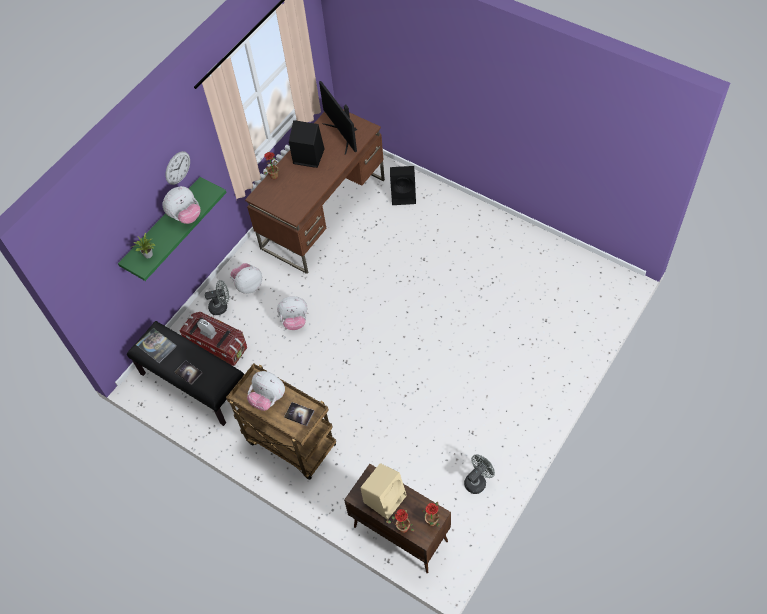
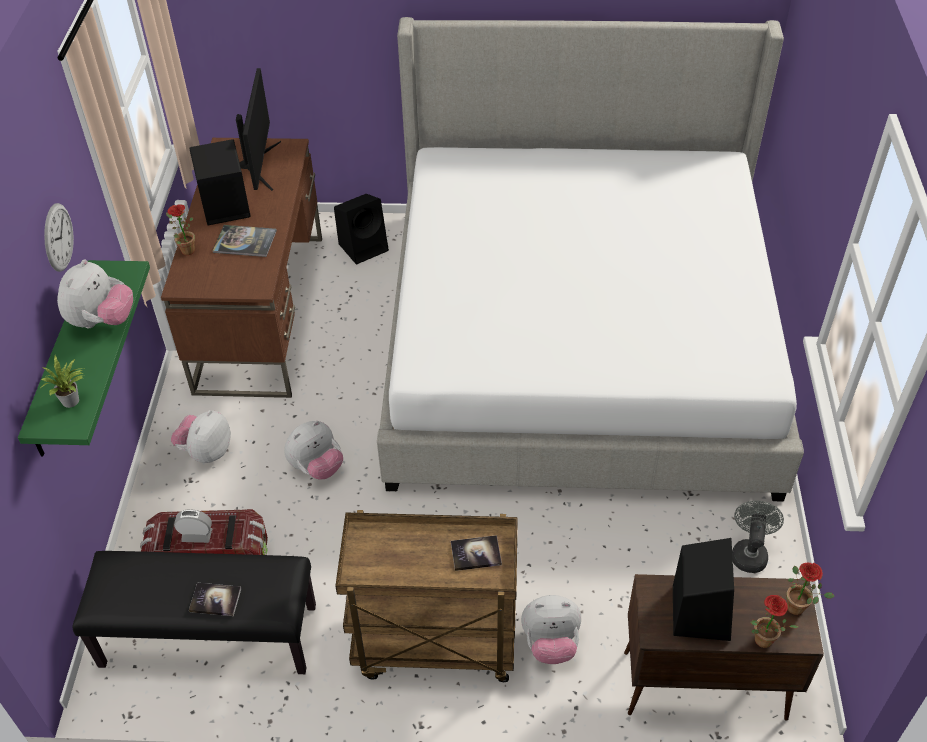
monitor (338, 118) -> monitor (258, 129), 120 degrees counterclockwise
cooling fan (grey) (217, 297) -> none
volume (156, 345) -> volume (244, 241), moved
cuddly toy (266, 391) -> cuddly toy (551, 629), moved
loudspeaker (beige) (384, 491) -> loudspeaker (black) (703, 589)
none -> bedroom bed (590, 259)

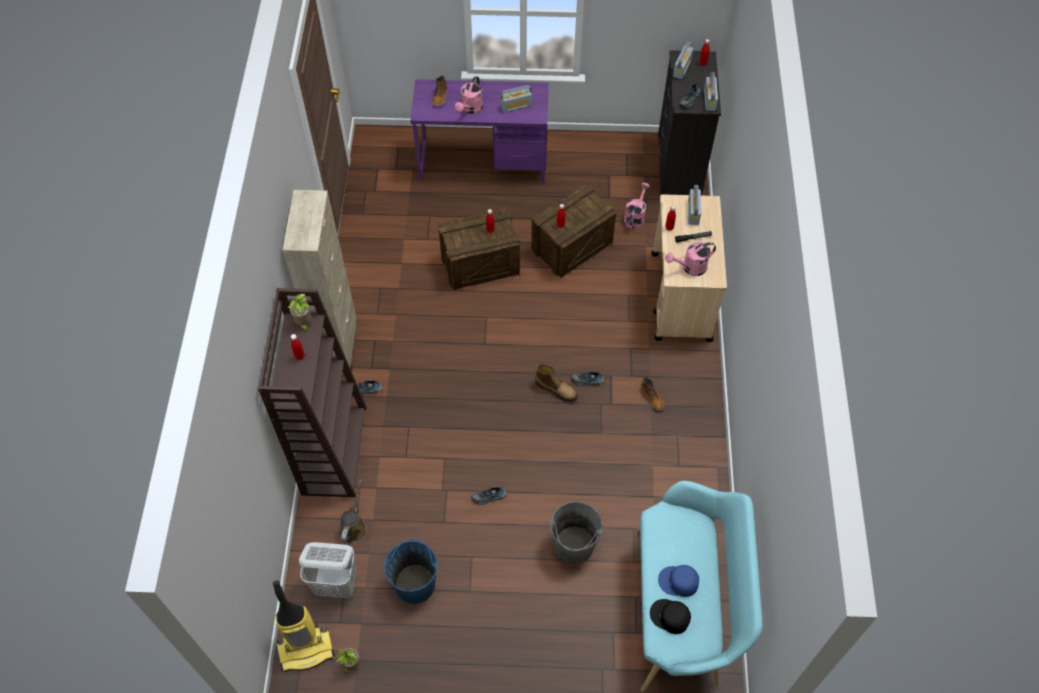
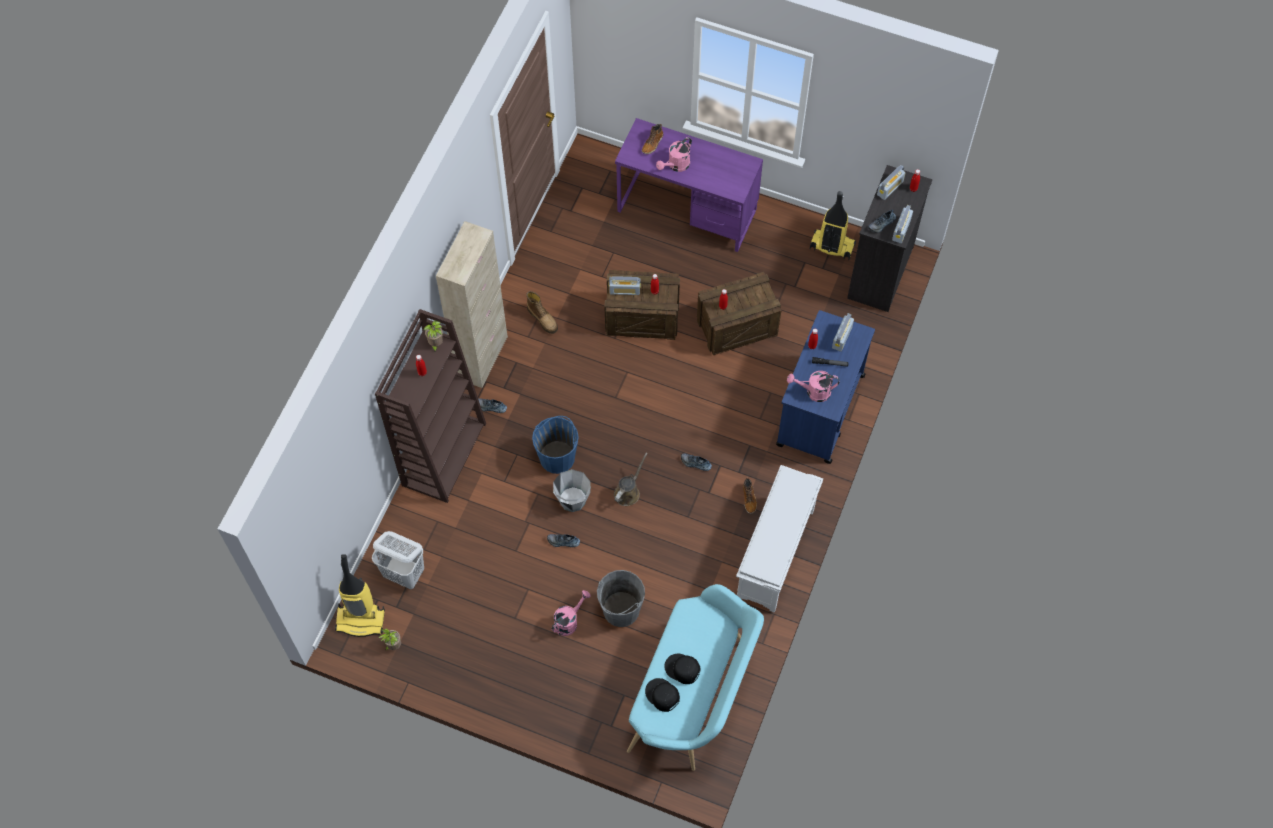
radio receiver (516, 98) -> radio receiver (625, 285), moved
sprinkling can (pink-coloured) (637, 206) -> sprinkling can (pink-coloured) (571, 613), moved
trolley (beige) (689, 268) -> trolley (bluish) (825, 387)
tall boot (556, 383) -> tall boot (542, 312), moved
sprinkling can (brownish) (353, 511) -> sprinkling can (brownish) (631, 479), moved
water bucket (bluish) (411, 571) -> water bucket (bluish) (555, 445), moved
peaked cap (bluish) (678, 581) -> peaked cap (black) (682, 669)
none -> vacuum (833, 225)
none -> shoe shelf (white) (779, 539)
none -> water bucket (grey) (572, 490)

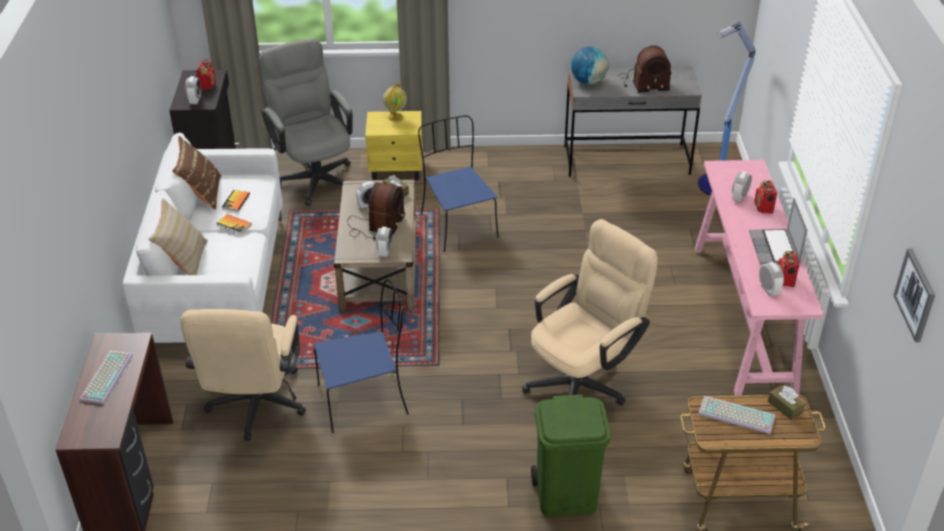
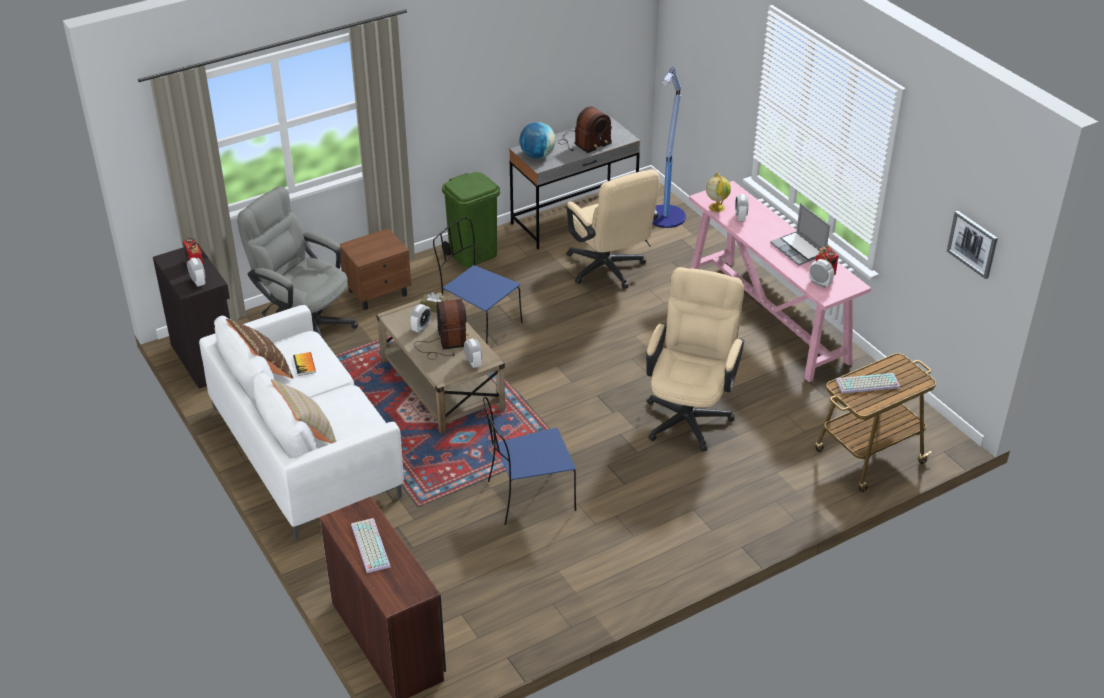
world globe (395, 102) -> world globe (718, 192), moved
nightstand (yellowish) (394, 145) -> nightstand (brownish) (375, 269)
radio receiver (766, 197) -> none
volume (234, 224) -> none
upright chair (bluish) (361, 356) -> upright chair (bluish) (529, 460), 150 degrees counterclockwise
office chair (beige) (243, 375) -> office chair (beige) (613, 229), moved
tissue box (brownish) (786, 402) -> none
waste bin (greenish) (571, 455) -> waste bin (greenish) (471, 219), moved

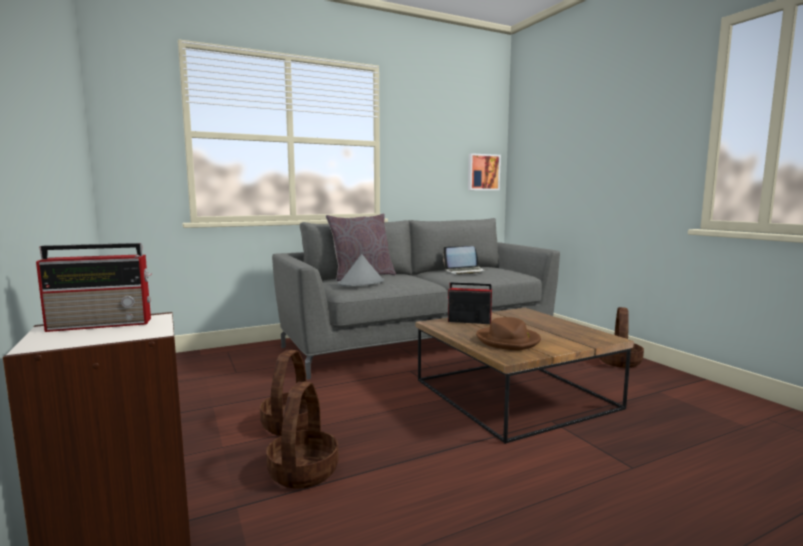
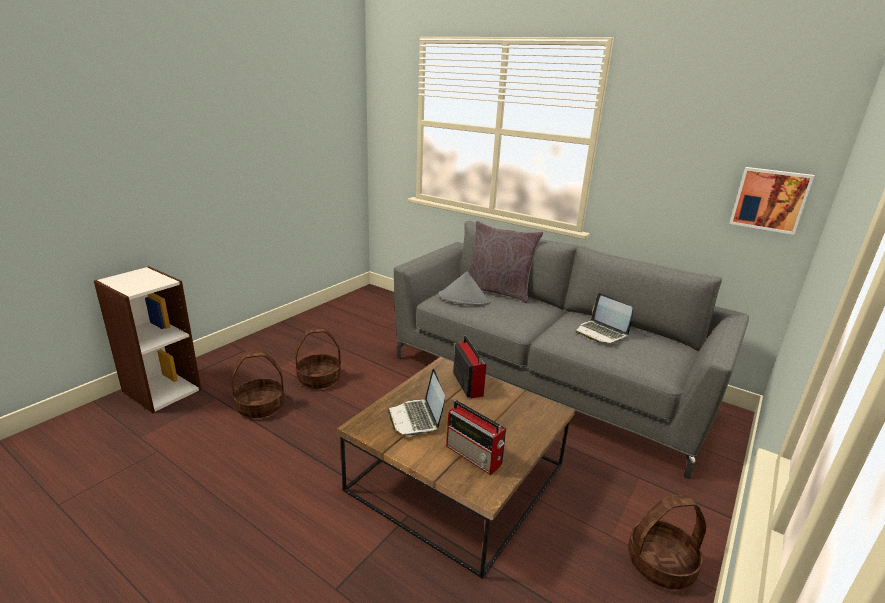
radio receiver (94, 287) -> radio receiver (476, 437), moved
clothing hat (brownish) (508, 334) -> portable computer (416, 403)

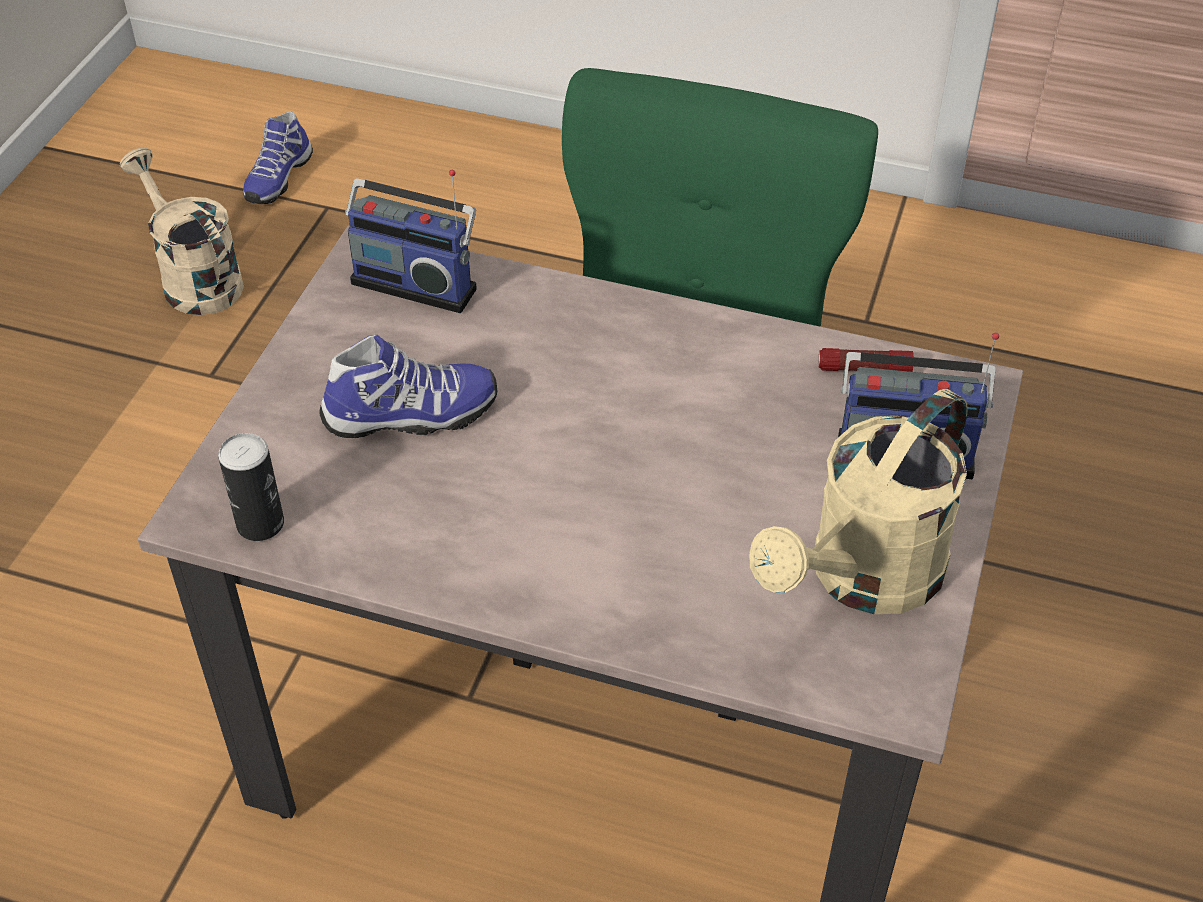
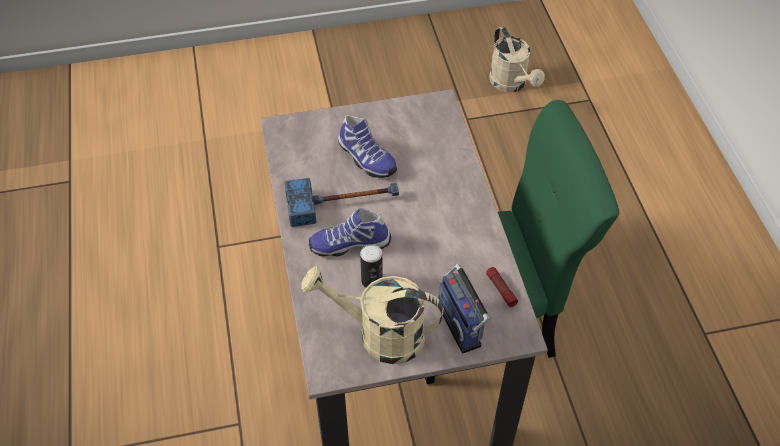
low shoe (278, 158) -> low shoe (350, 232), moved
sprinkling can (beige) (182, 231) -> sprinkling can (beige) (517, 59), 135 degrees clockwise
radio receiver (411, 241) -> none
metal can (251, 487) -> metal can (371, 266), moved
none -> tool hammer (341, 202)

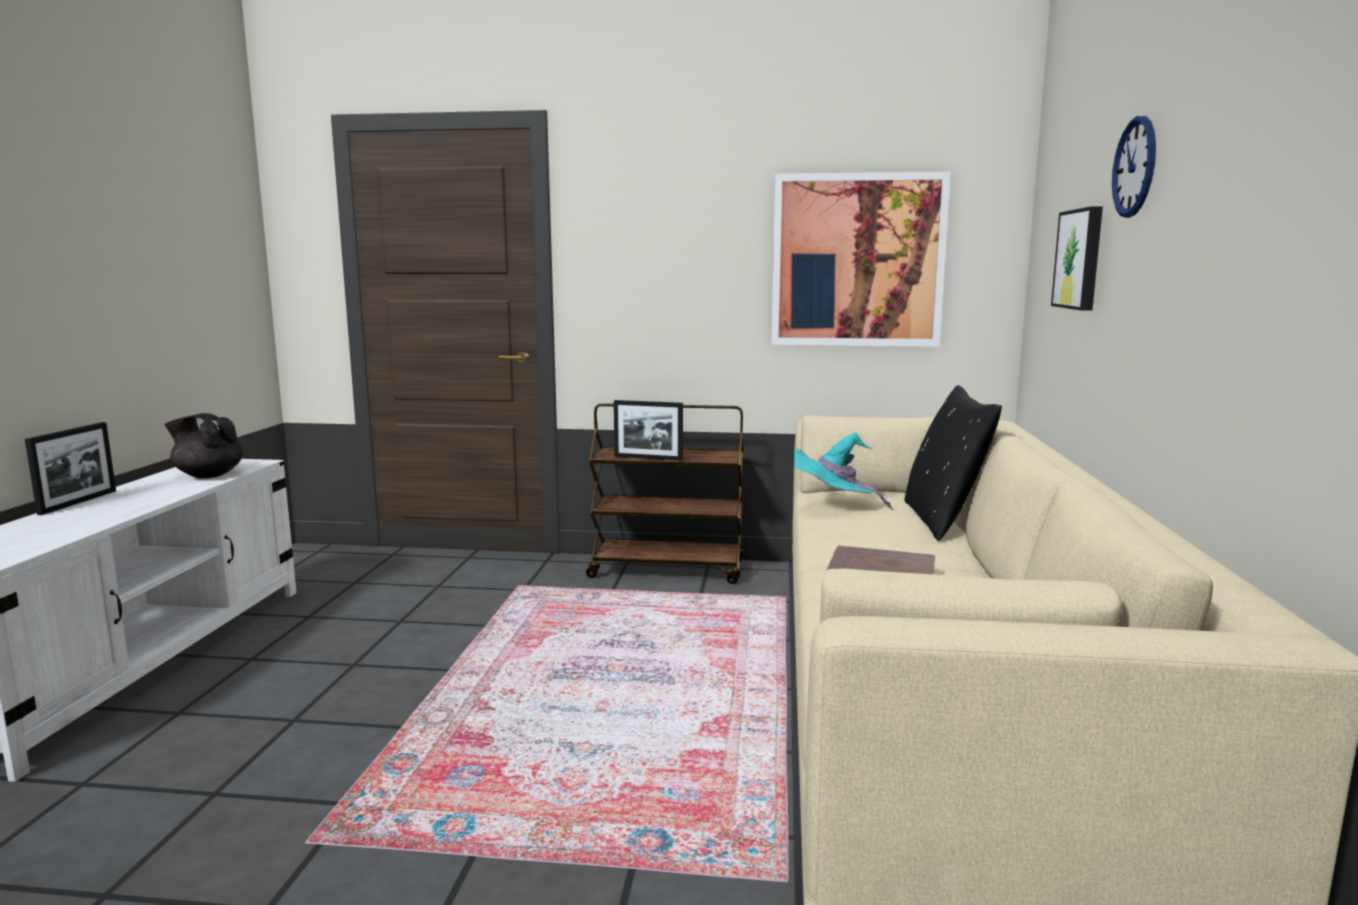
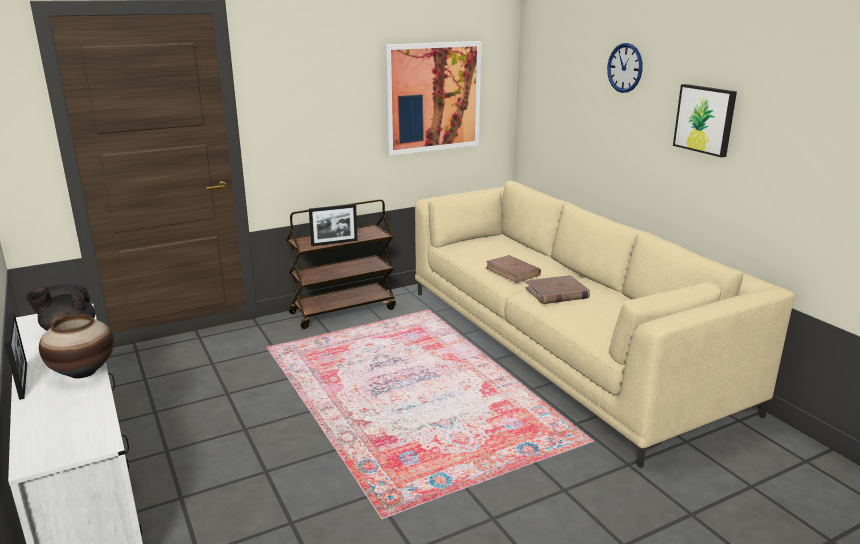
wall picture (1077, 258) -> wall picture (705, 121), moved
pillow (black) (953, 463) -> none
clothing hat (blue-green) (843, 471) -> none
none -> volume (brownish) (513, 269)
none -> decorative vase (76, 346)

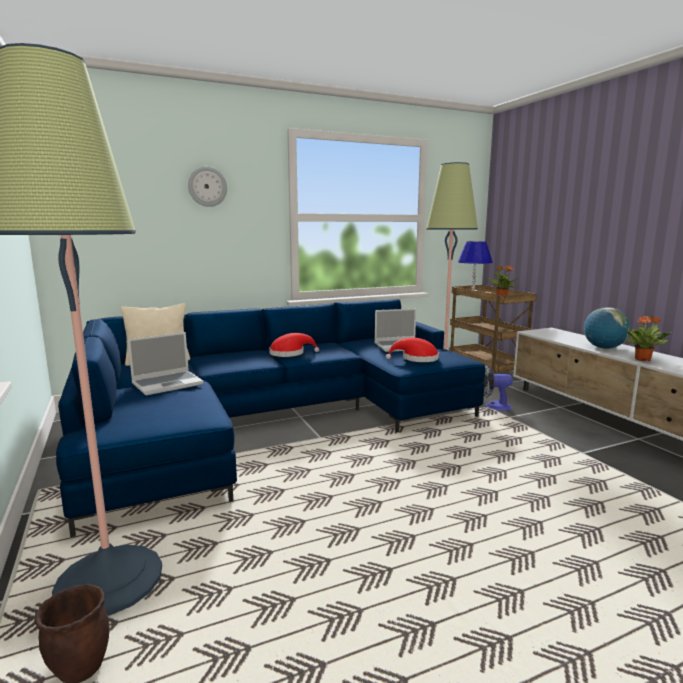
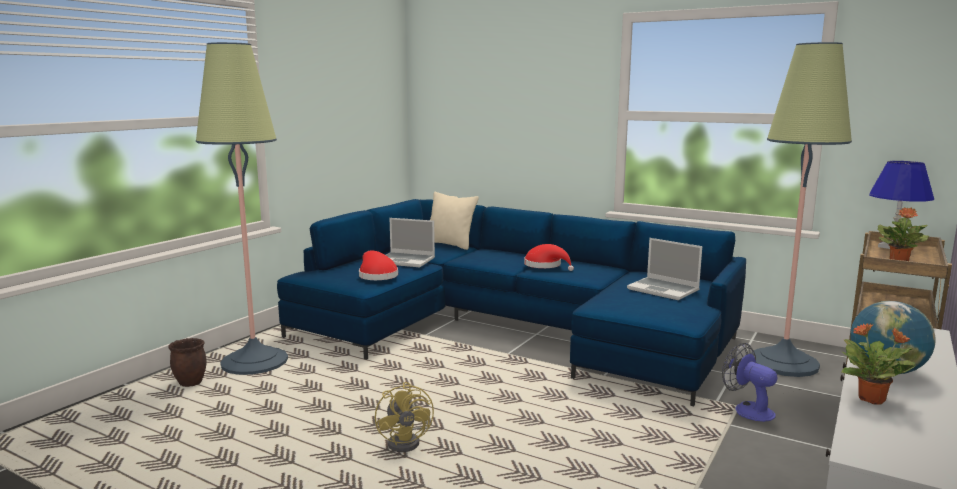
clock on the wall (207, 187) -> none
clothing hat (red-coloured) (412, 349) -> clothing hat (red-coloured) (378, 265), moved
none -> cooling fan (yellowish) (404, 417)

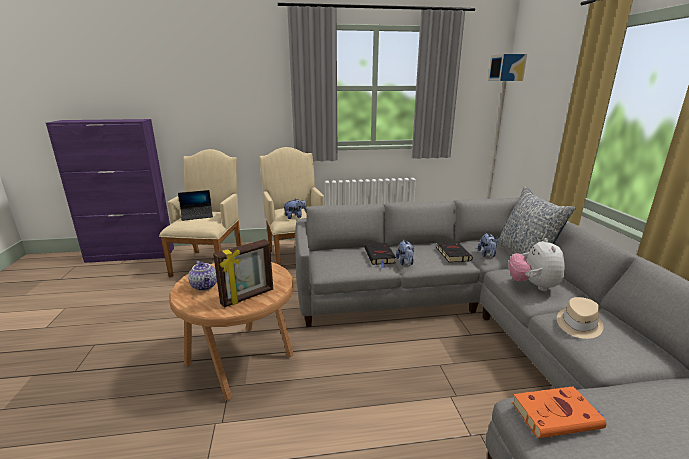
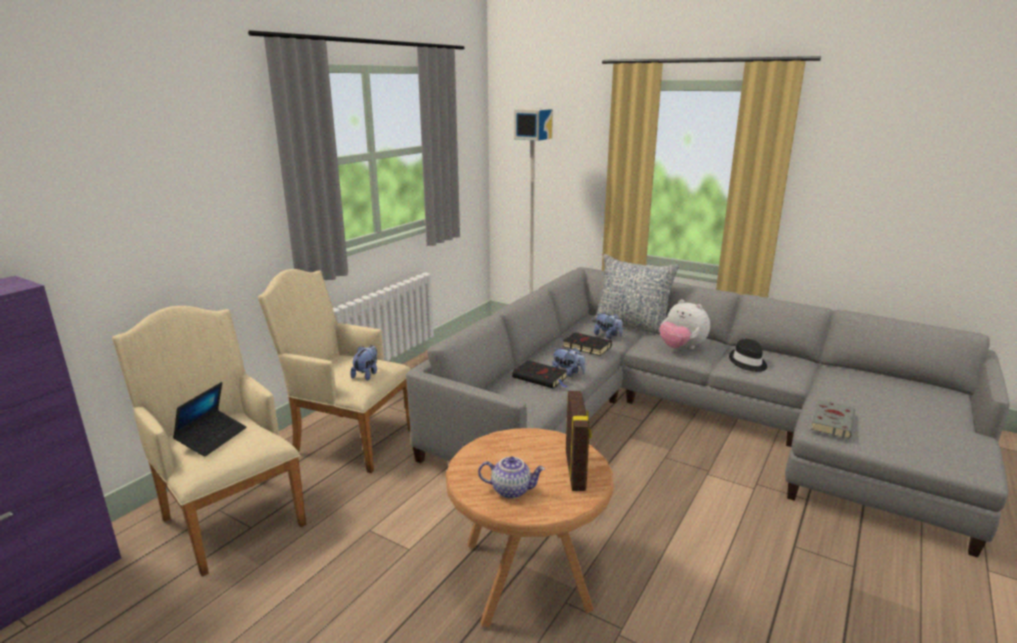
clothing hat (beige) (580, 318) -> clothing hat (black) (748, 355)
volume (orangey) (559, 412) -> volume (grey) (833, 419)

